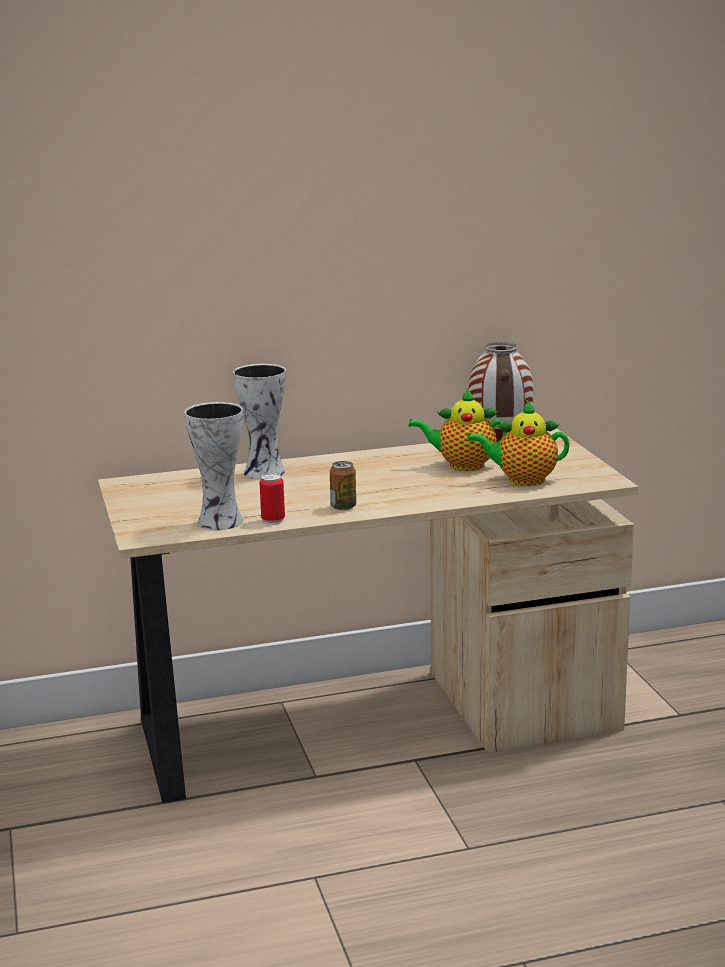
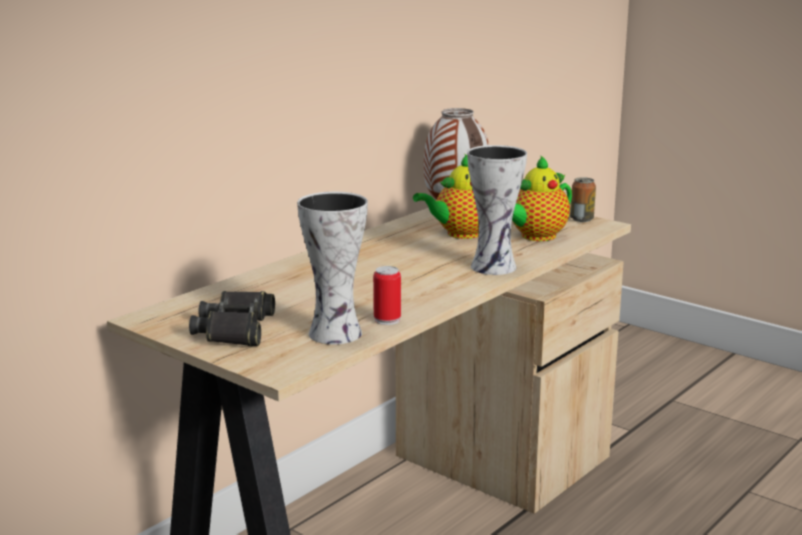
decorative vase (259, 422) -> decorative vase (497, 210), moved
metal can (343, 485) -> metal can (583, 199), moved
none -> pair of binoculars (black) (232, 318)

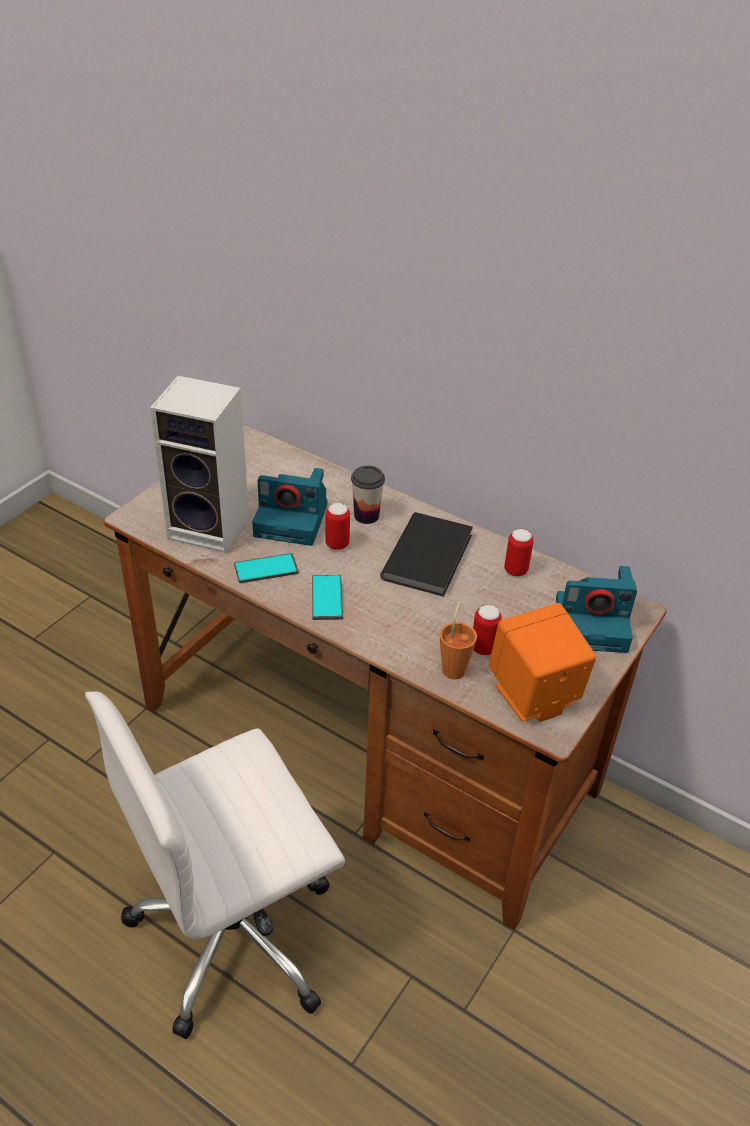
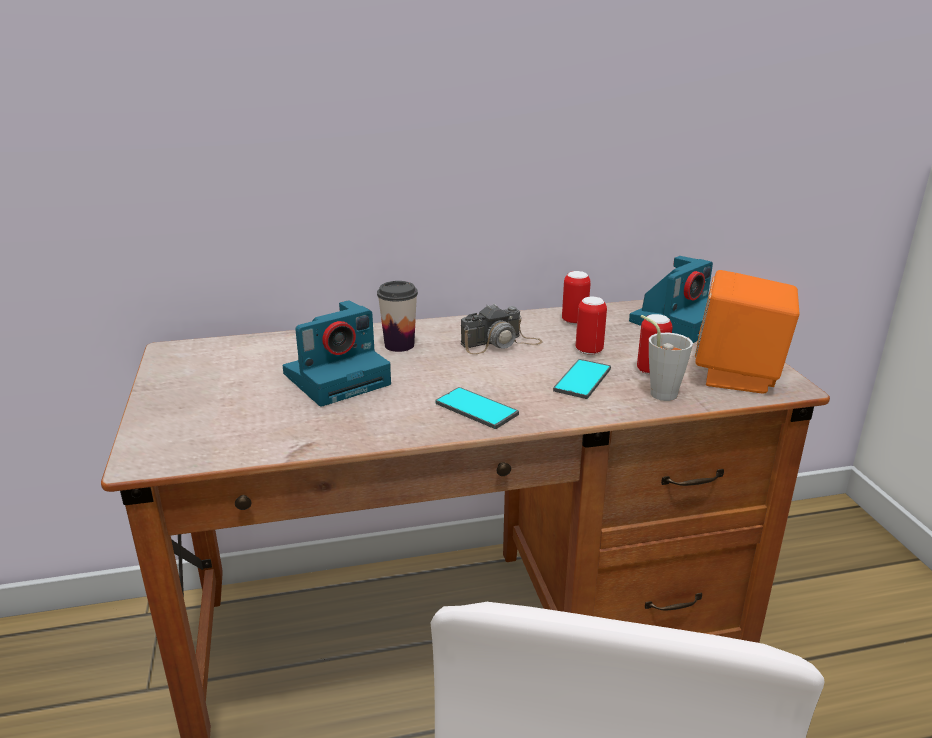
loudspeaker (199, 464) -> none
metal can (337, 526) -> metal can (591, 326), moved
volume (black) (426, 554) -> photo camera (502, 329)
phone (266, 568) -> phone (582, 379), moved
small cup (orangey) (458, 640) -> small cup (grey) (667, 358)

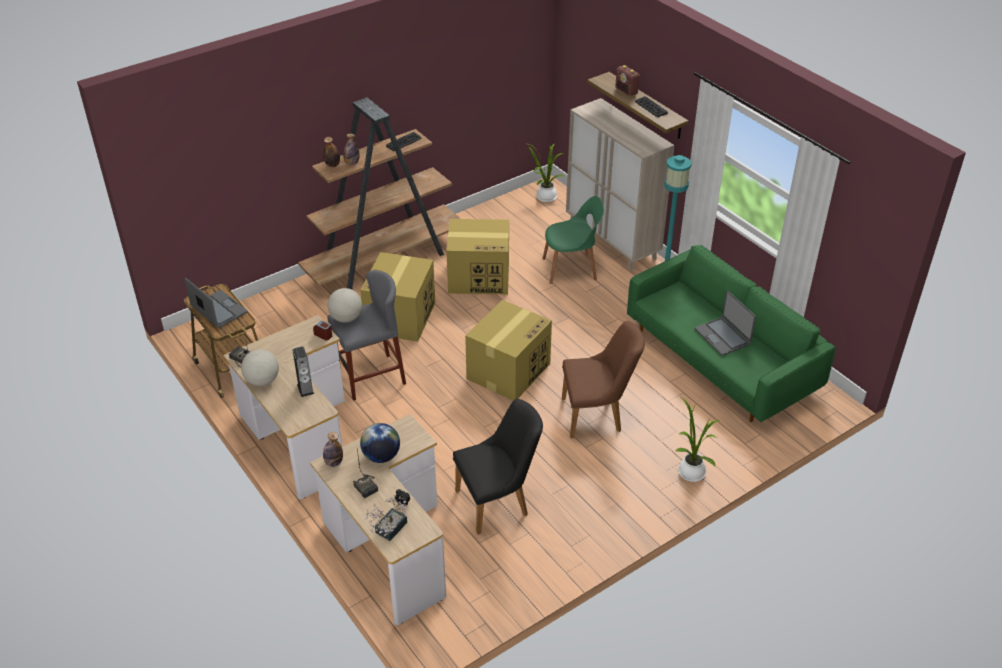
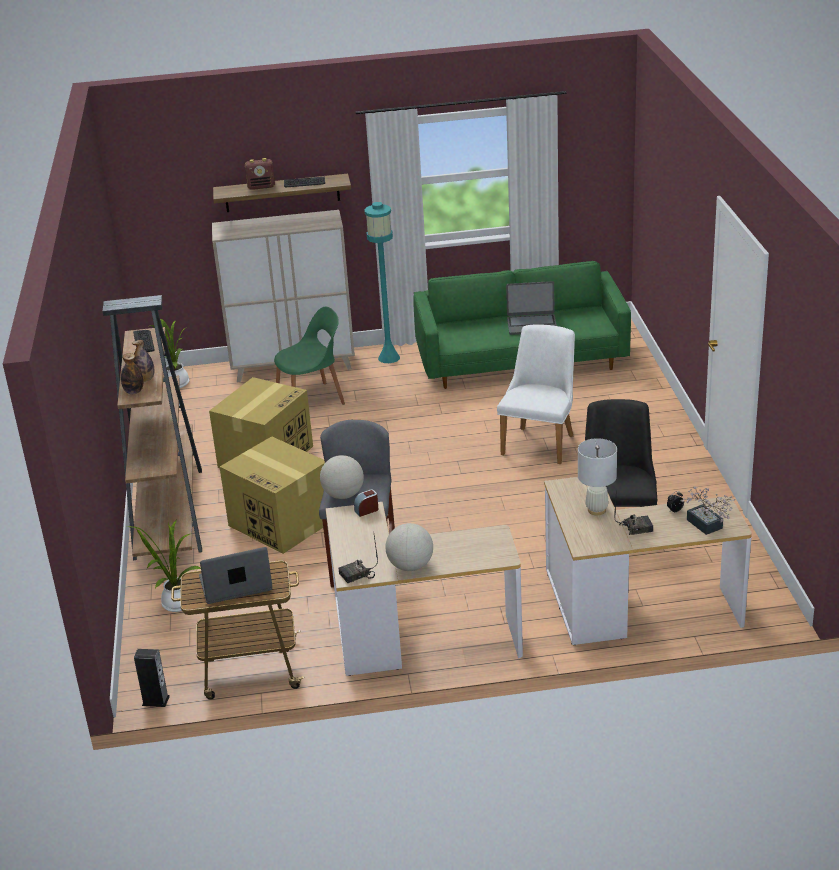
upright chair (greenish) (573, 240) -> upright chair (greenish) (309, 356), 45 degrees clockwise
cardboard box (508, 350) -> none
upright chair (brownish) (603, 379) -> upright chair (white) (536, 394)
loudspeaker (303, 371) -> loudspeaker (152, 678), moved
plant in a pot (697, 439) -> plant in a pot (164, 565), moved
world globe (380, 443) -> tabletop lamp (white) (597, 476)
bottle (333, 449) -> none

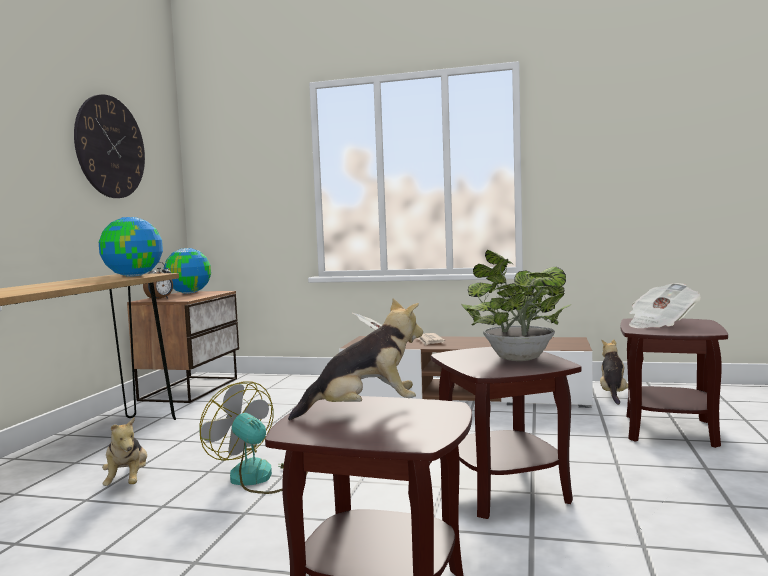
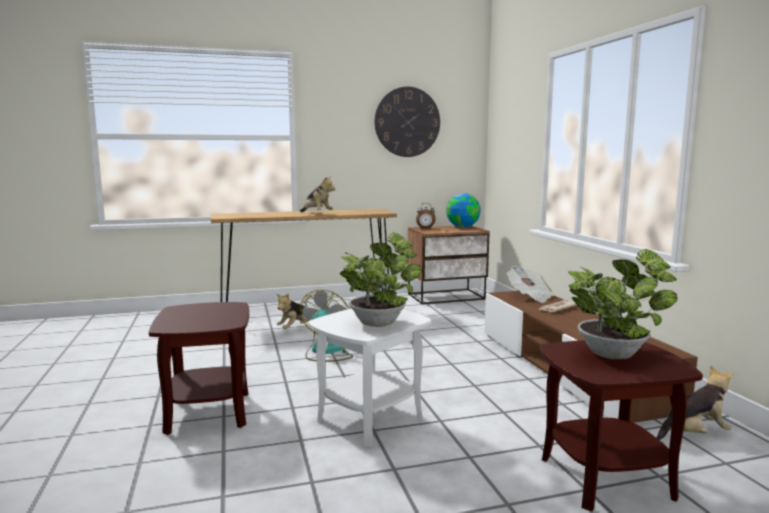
world globe (131, 247) -> none
newspaper (665, 305) -> plant in a pot (623, 304)
cuddly toy (355, 359) -> cuddly toy (317, 194), moved
end table (brownish) (506, 433) -> end table (white) (369, 377)

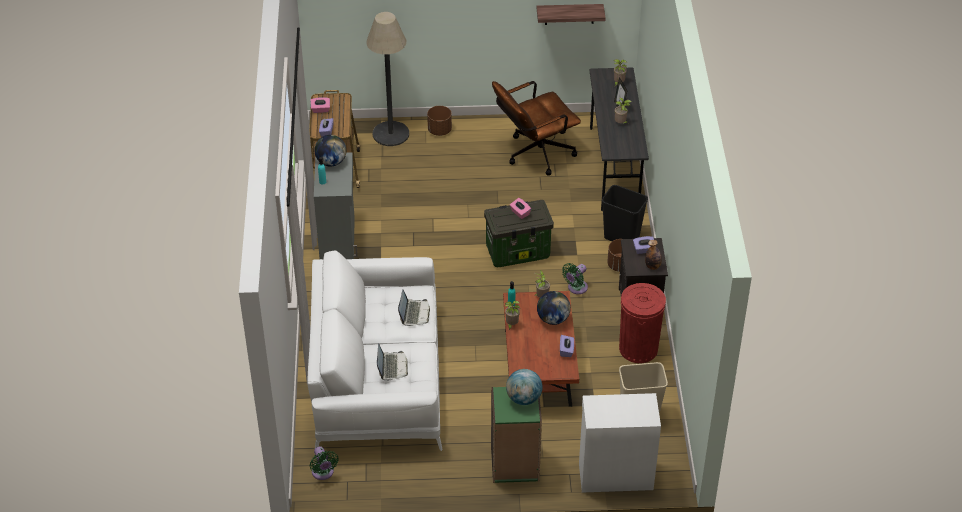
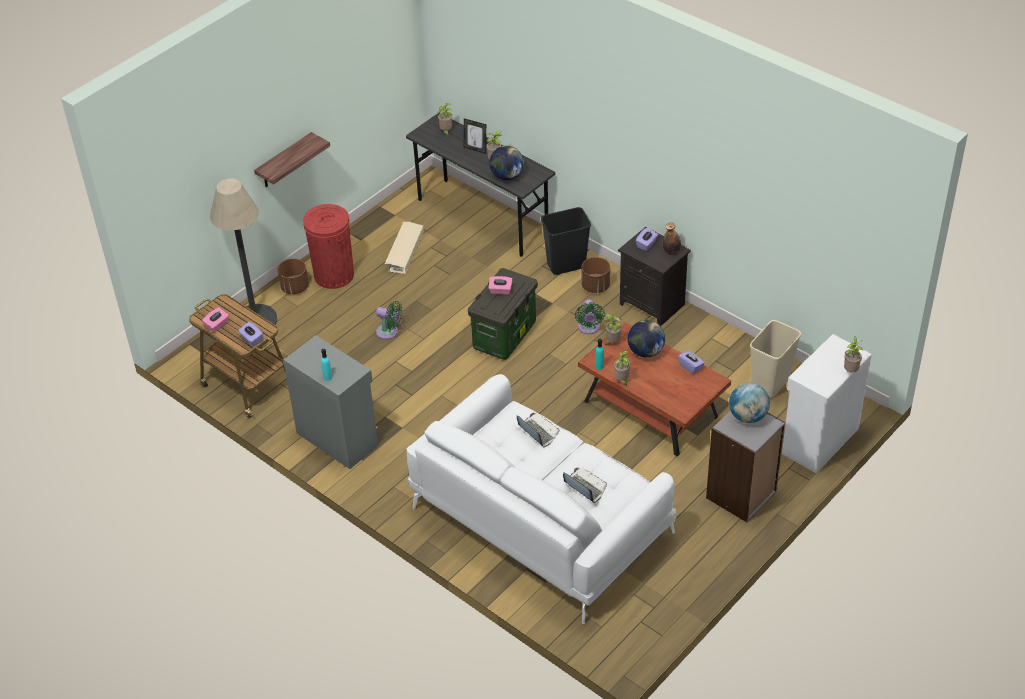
wall shelf (571, 14) -> wall shelf (292, 159), moved
office chair (brownish) (536, 128) -> storage bin (beige) (404, 248)
world globe (330, 150) -> world globe (506, 163), moved
waste bin (red-coloured) (642, 323) -> waste bin (red-coloured) (328, 246), moved
bookshelf (greenish) (516, 435) -> bookshelf (grey) (746, 467)
cooling fan (greenish) (324, 463) -> cooling fan (greenish) (389, 320), moved
none -> plant in a pot (853, 354)

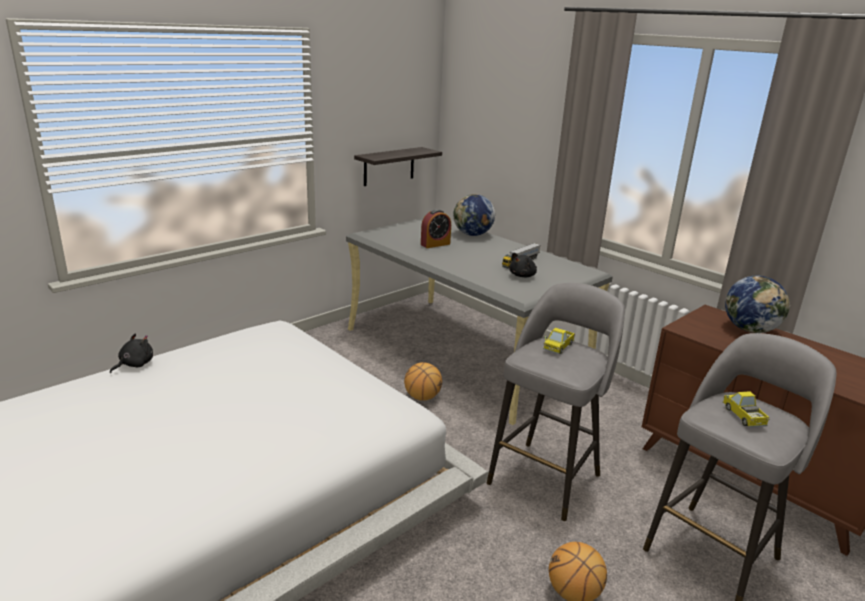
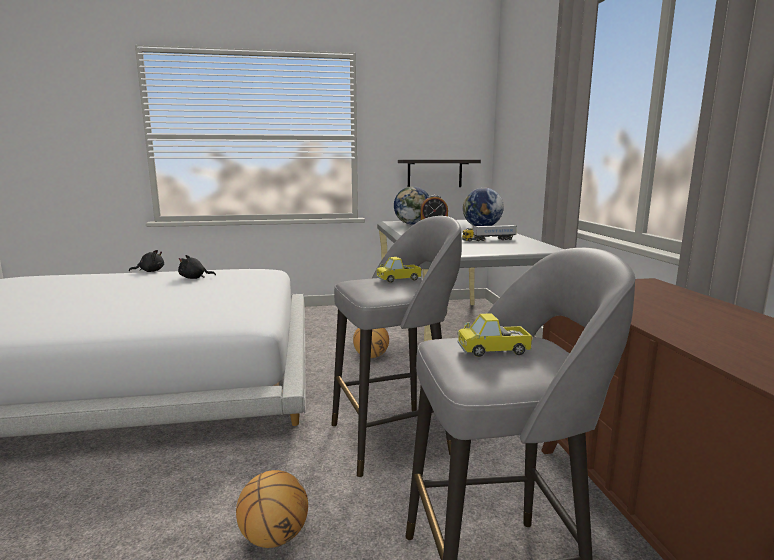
cuddly toy (black) (523, 265) -> cuddly toy (black) (197, 267), moved
world globe (757, 304) -> world globe (411, 205), moved
toy truck (746, 409) -> toy truck (495, 335), 120 degrees counterclockwise

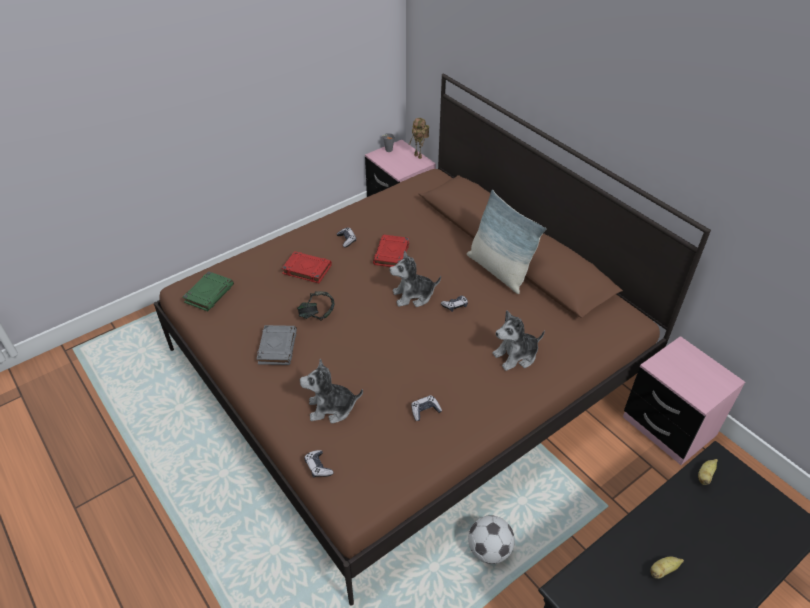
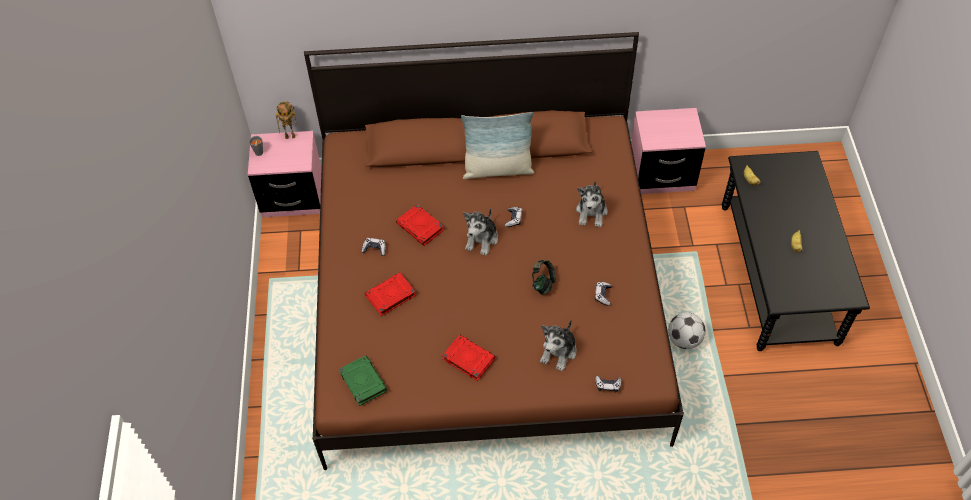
headset (315, 306) -> headset (544, 277), moved
volume (grey) (277, 345) -> volume (red-coloured) (469, 358)

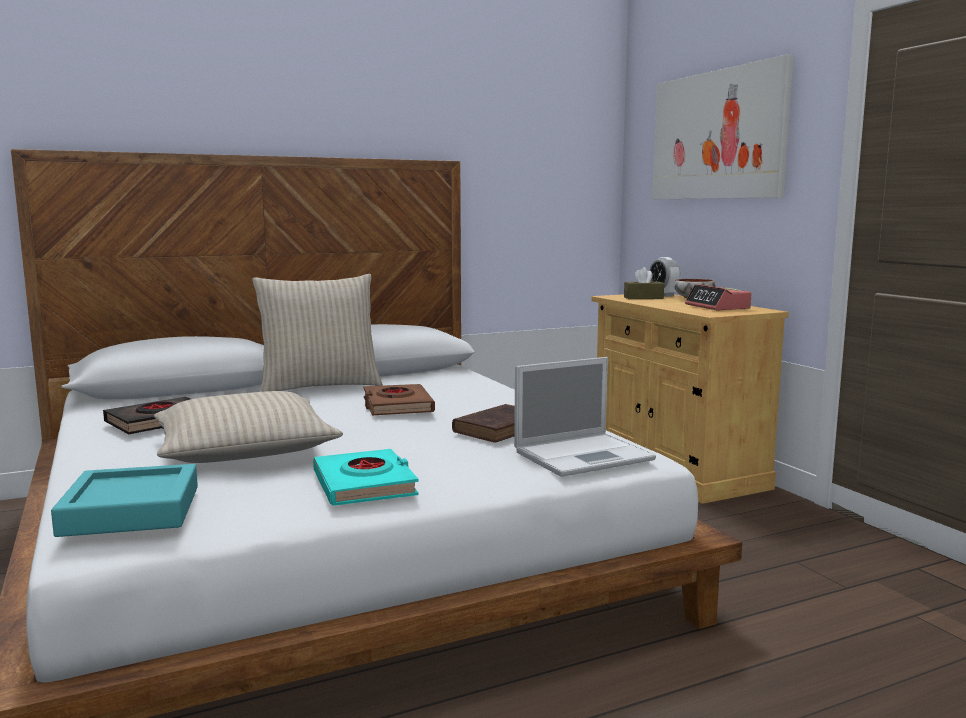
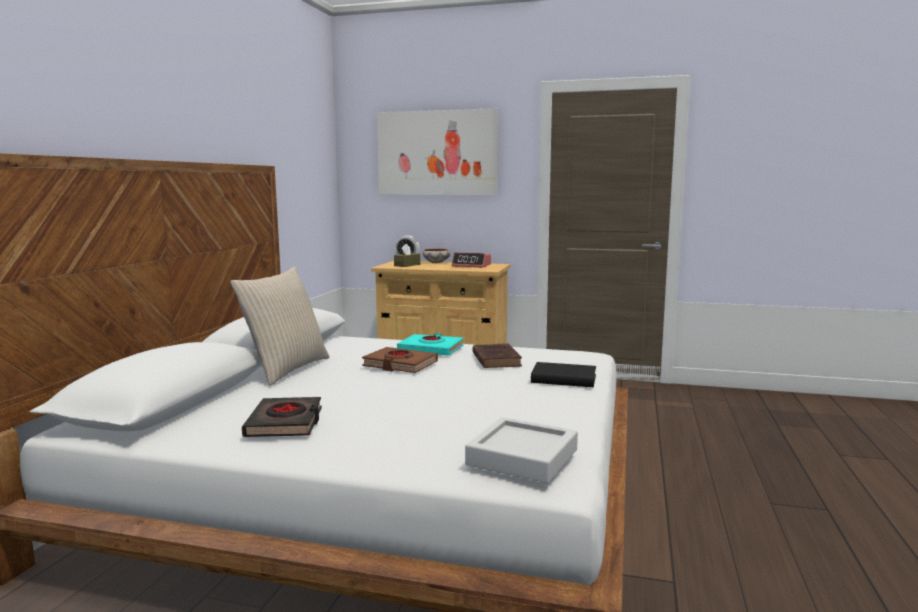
portable computer (585, 417) -> none
pillow (beige) (248, 427) -> none
volume (blue-green) (366, 477) -> volume (blue-green) (430, 344), moved
carrying tray (blue-green) (124, 500) -> carrying tray (grey) (521, 450)
none -> volume (black) (563, 374)

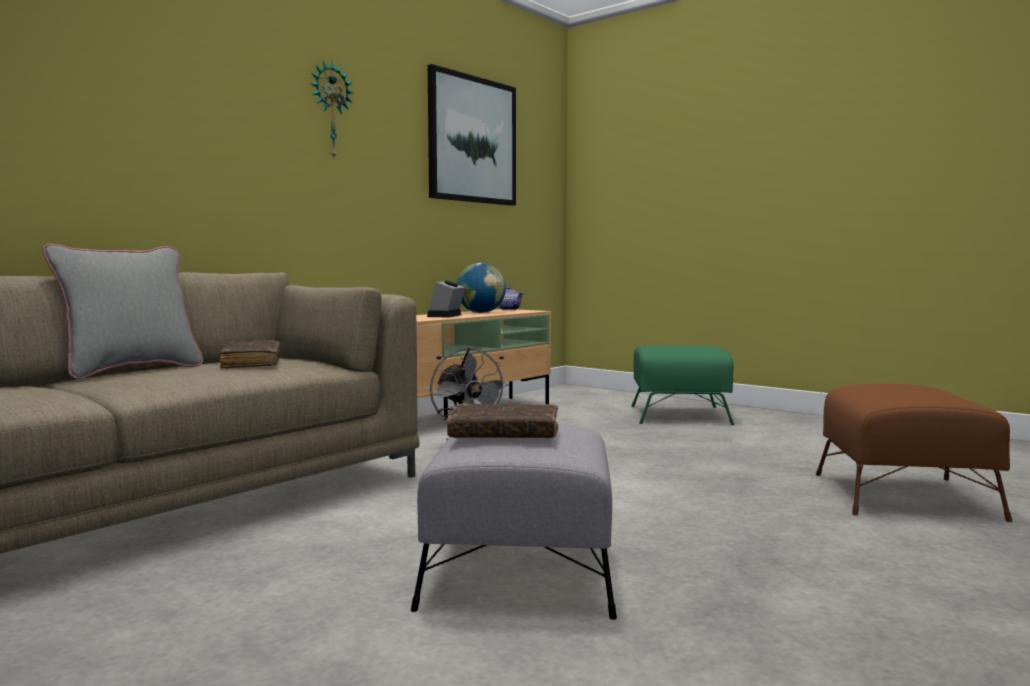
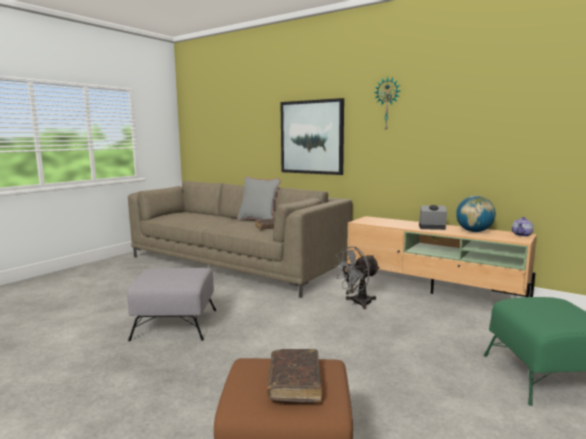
wall picture (472, 135) -> wall picture (312, 136), moved
volume (brownish) (502, 421) -> volume (brownish) (294, 375), moved

